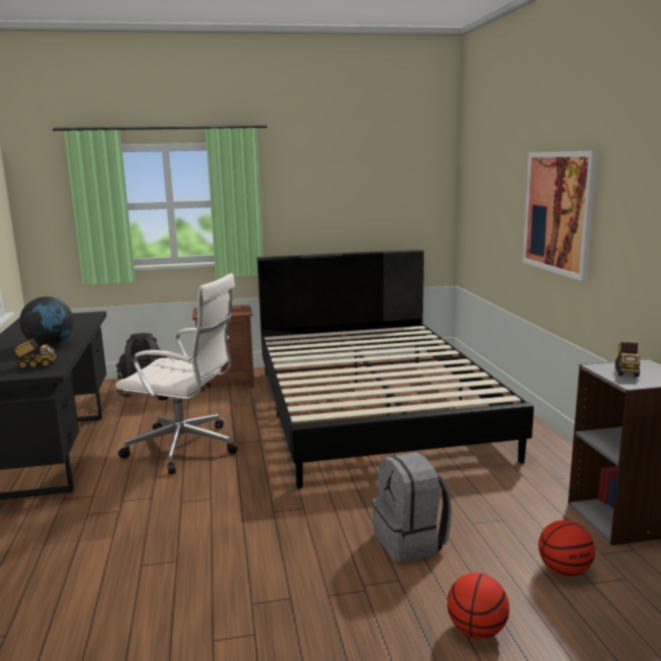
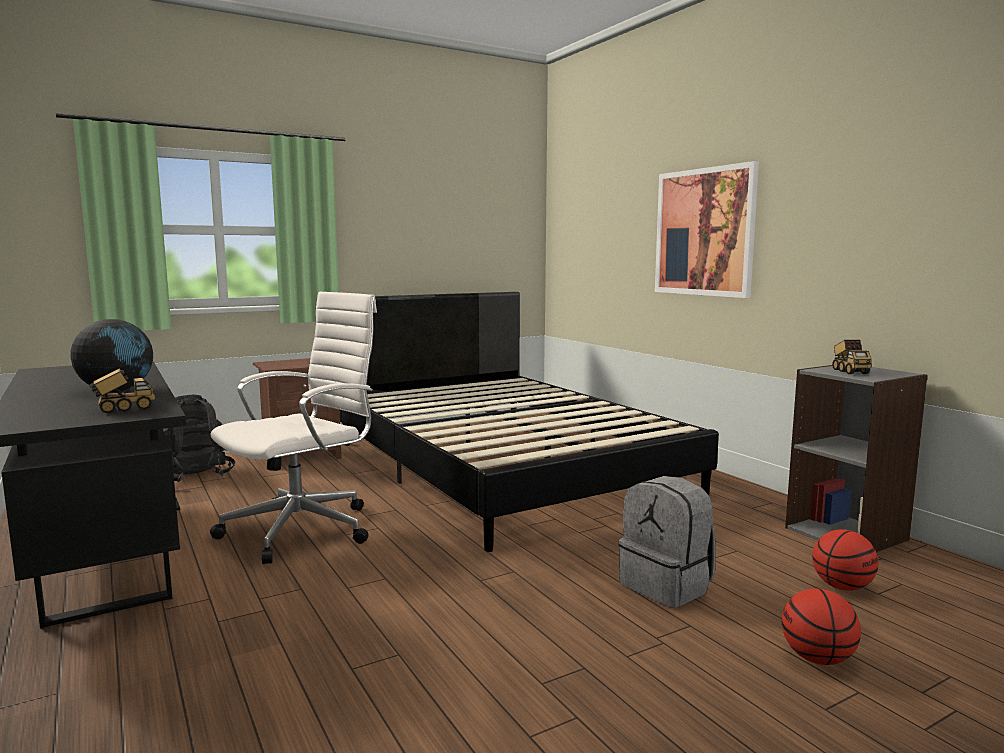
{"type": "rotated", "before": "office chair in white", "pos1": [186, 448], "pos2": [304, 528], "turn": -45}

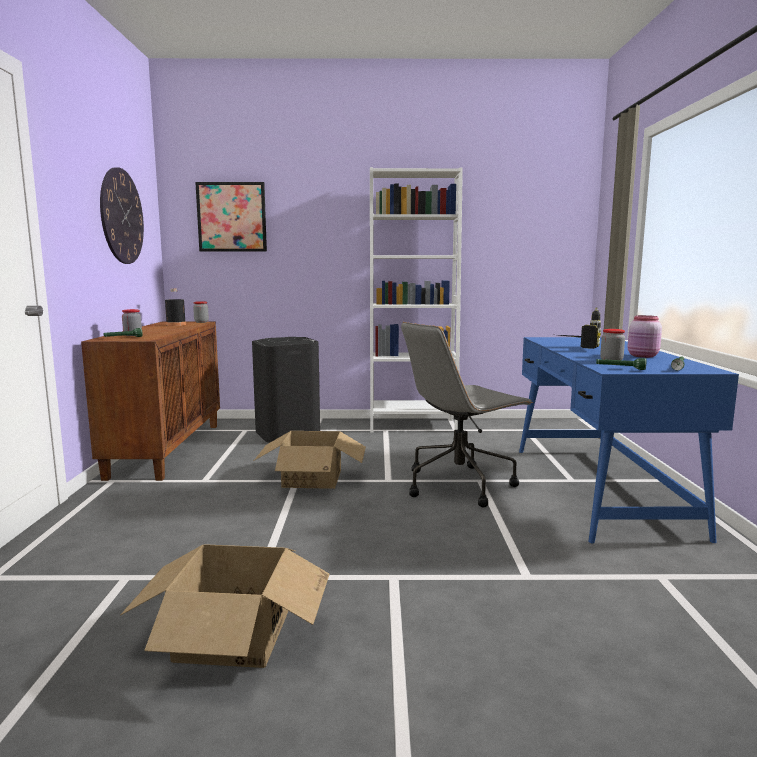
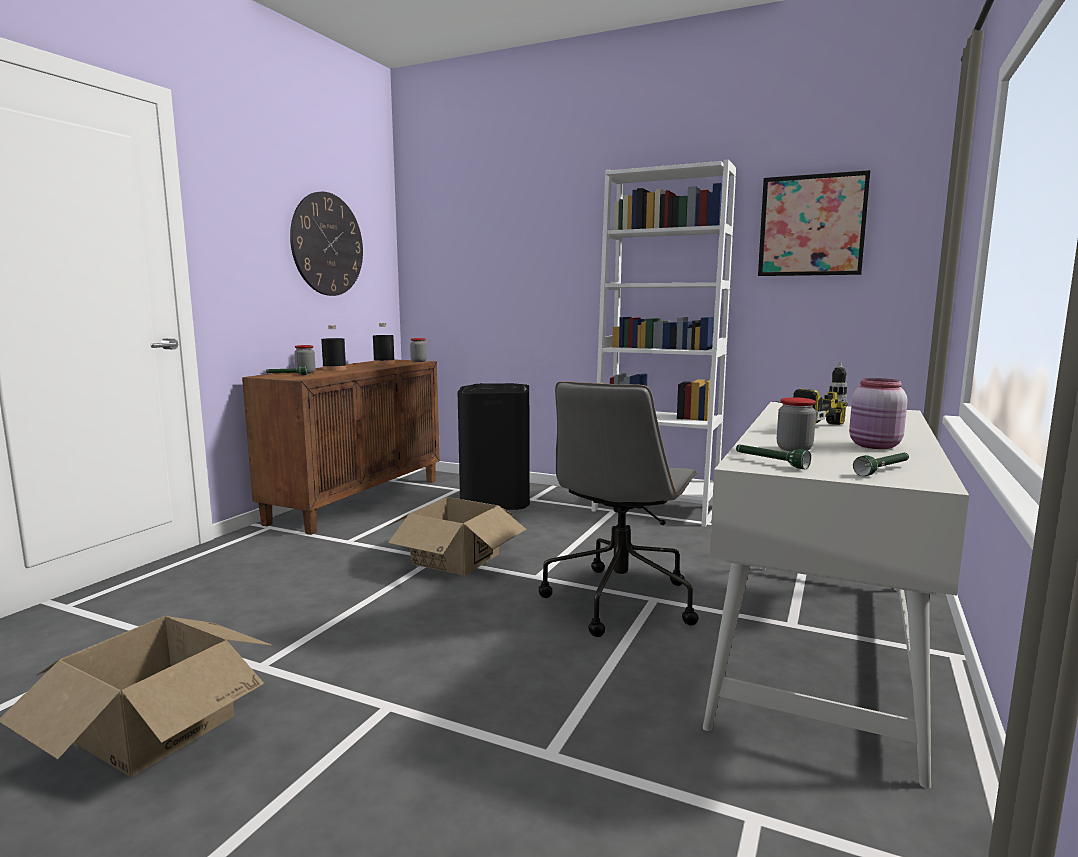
{"type": "shifted", "before": "picture", "pos1": [232, 217], "pos2": [812, 226]}
{"type": "rotated", "before": "office chair in grey", "pos1": [460, 484], "pos2": [620, 599], "turn": -60}
{"type": "repainted", "before": "desk in blue", "after": "desk in white", "pos1": [597, 488], "pos2": [819, 646]}
{"type": "new", "after": "bottle in black", "pos2": [334, 369]}

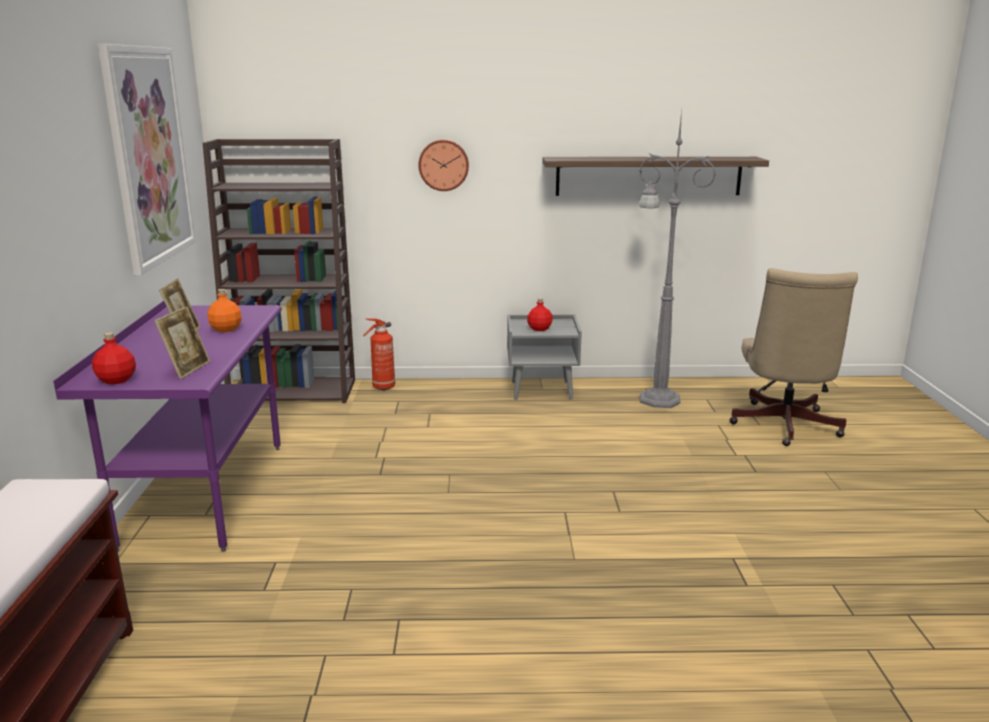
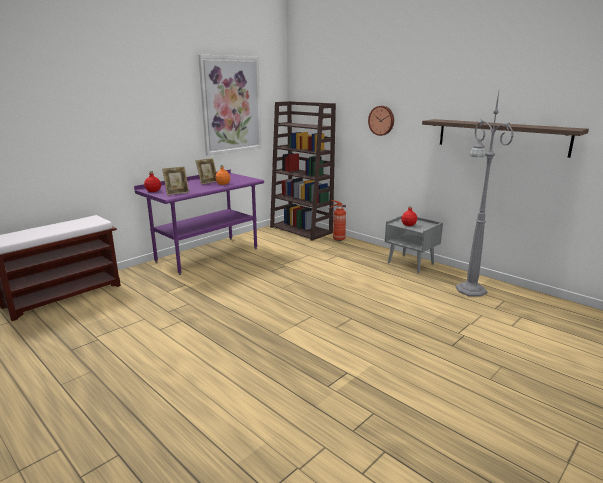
{"type": "gone", "before": "office chair in beige", "pos1": [784, 427]}

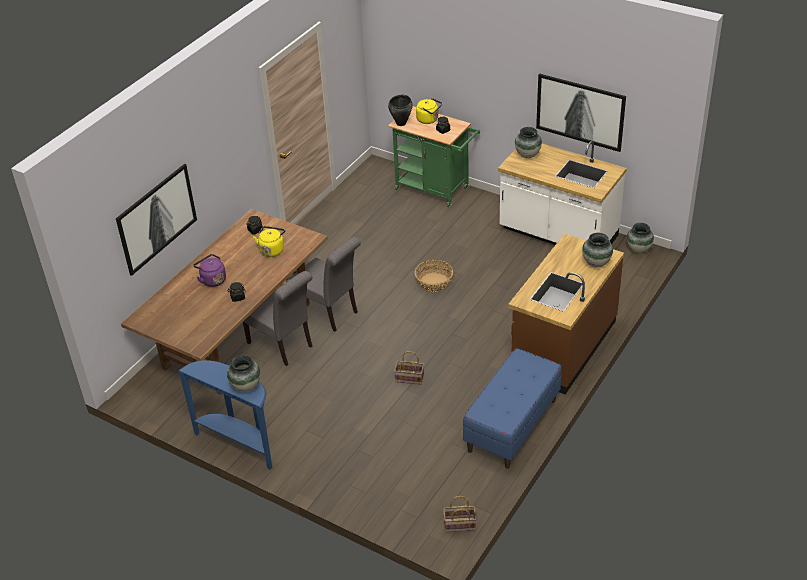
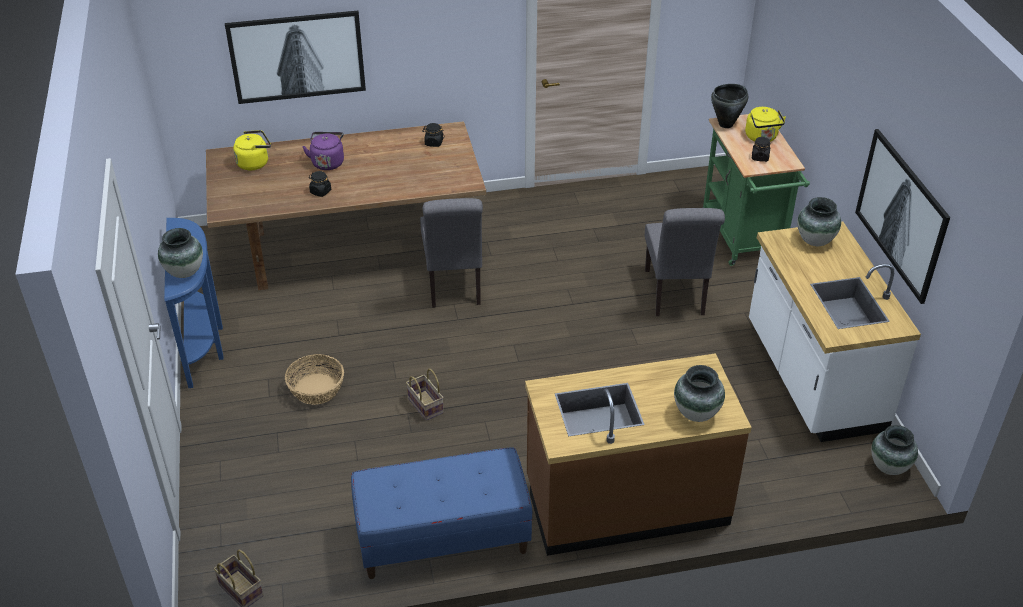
{"type": "shifted", "before": "kettle in yellow", "pos1": [272, 250], "pos2": [255, 163]}
{"type": "shifted", "before": "basket", "pos1": [434, 282], "pos2": [316, 389]}
{"type": "shifted", "before": "chair in grey", "pos1": [283, 346], "pos2": [676, 295]}

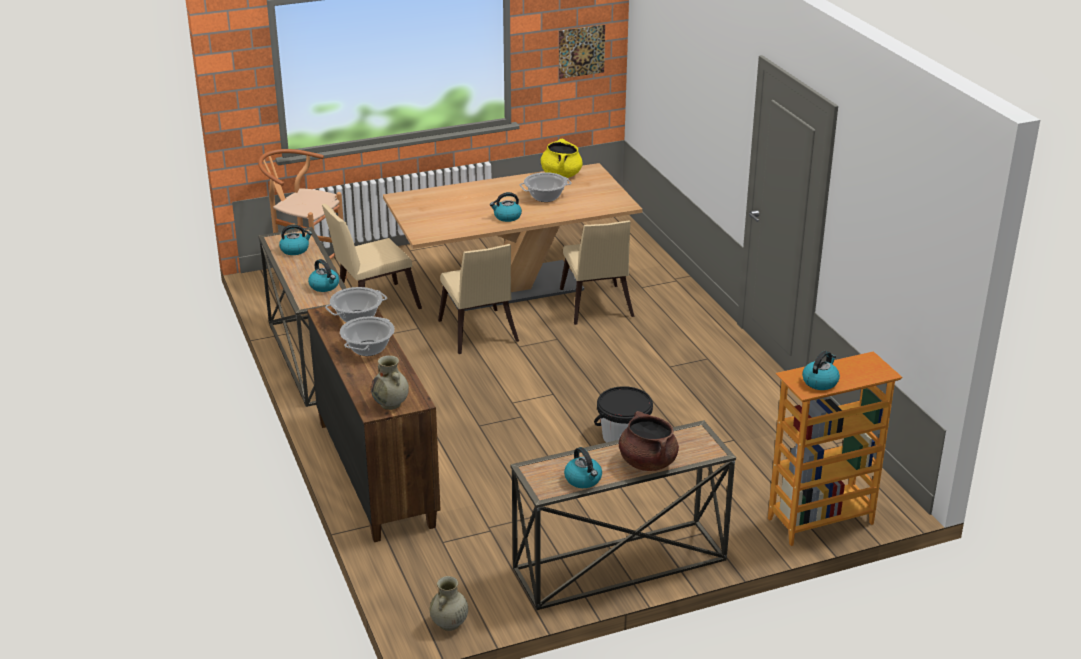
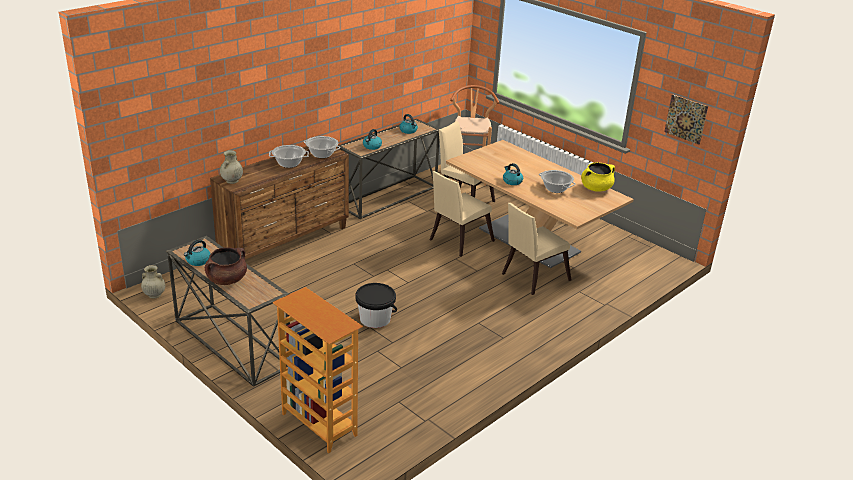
{"type": "gone", "before": "kettle", "pos1": [820, 382]}

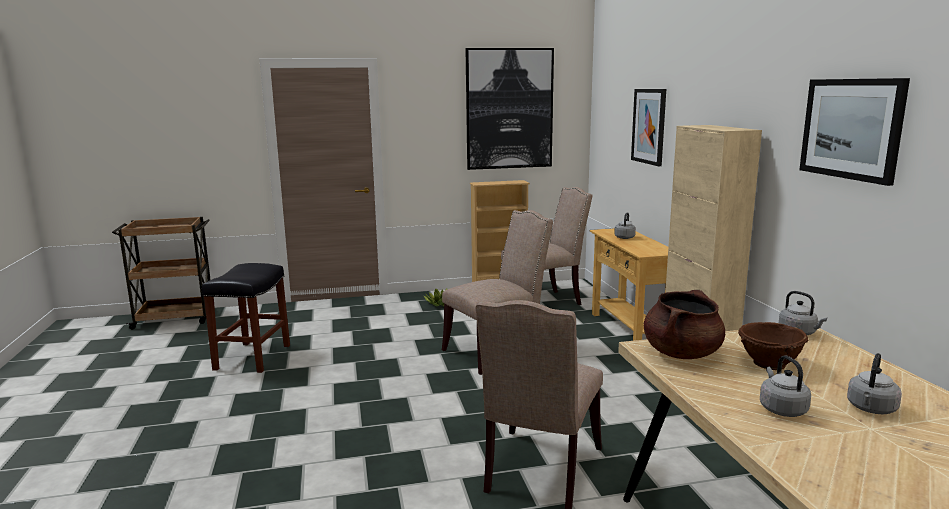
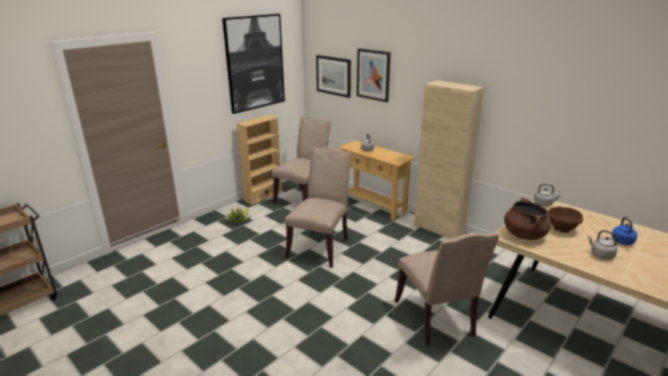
{"type": "shifted", "before": "picture", "pos1": [851, 128], "pos2": [333, 75]}
{"type": "gone", "before": "stool in black", "pos1": [253, 358]}
{"type": "repainted", "before": "kettle in grey", "after": "kettle in blue", "pos1": [871, 409], "pos2": [623, 242]}

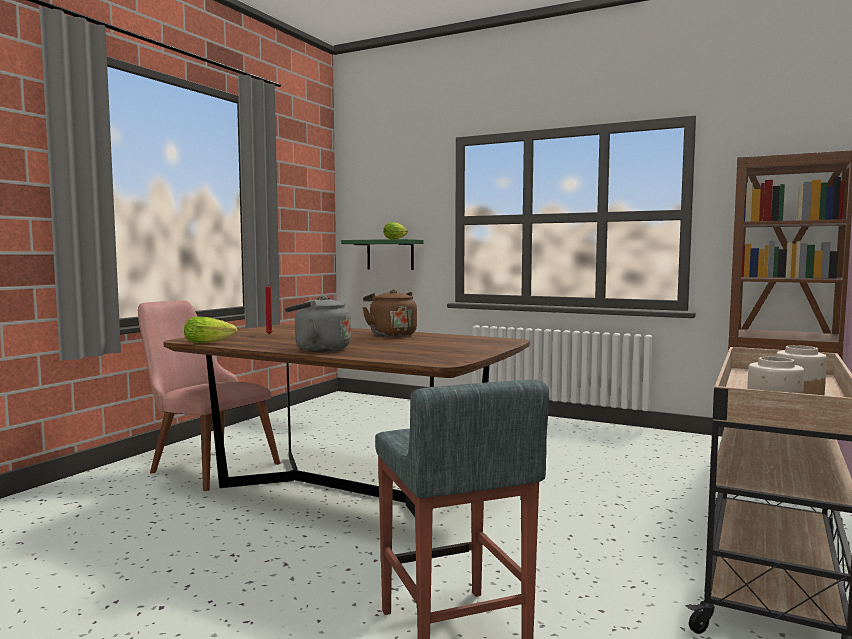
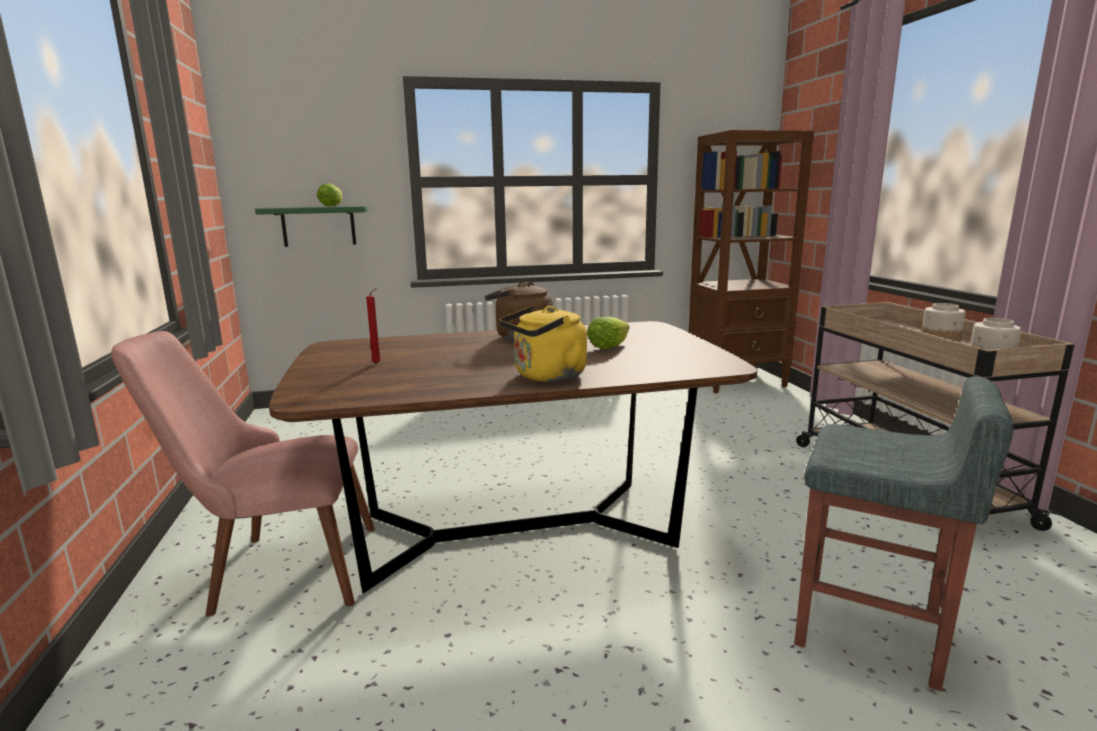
{"type": "repainted", "before": "kettle in grey", "after": "kettle in yellow", "pos1": [318, 349], "pos2": [546, 376]}
{"type": "shifted", "before": "lettuce", "pos1": [211, 342], "pos2": [610, 345]}

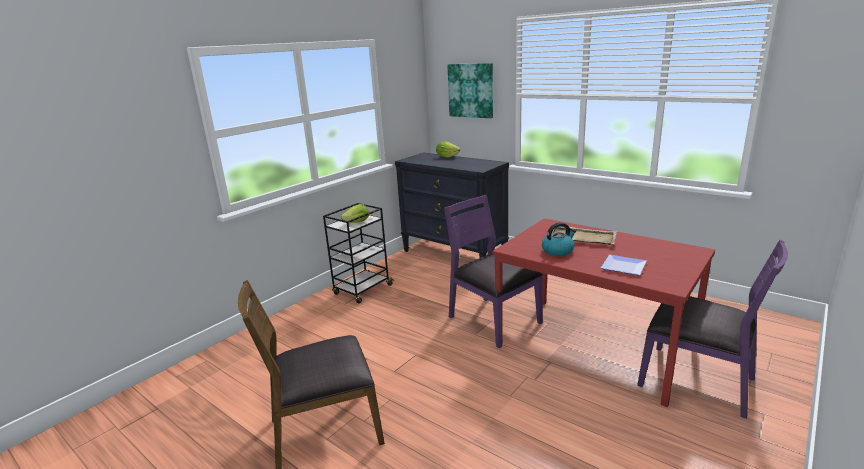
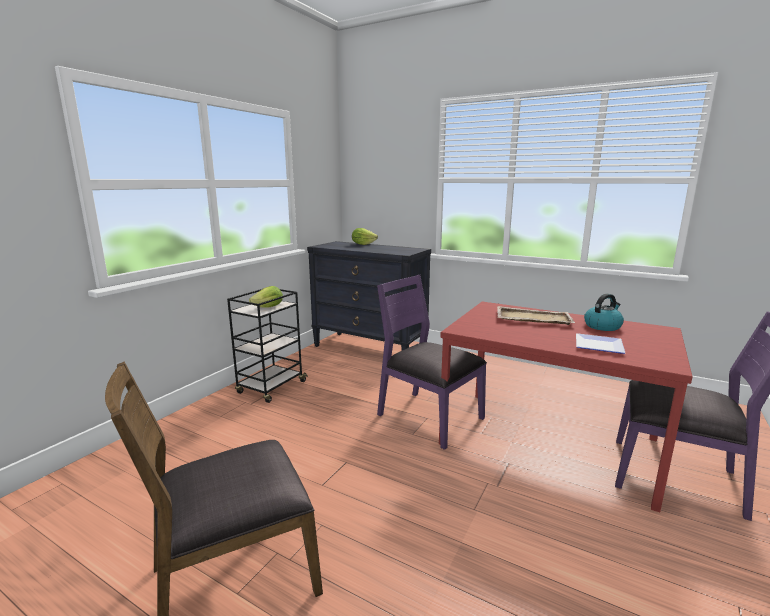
{"type": "gone", "before": "picture", "pos1": [471, 90]}
{"type": "shifted", "before": "kettle", "pos1": [558, 251], "pos2": [602, 326]}

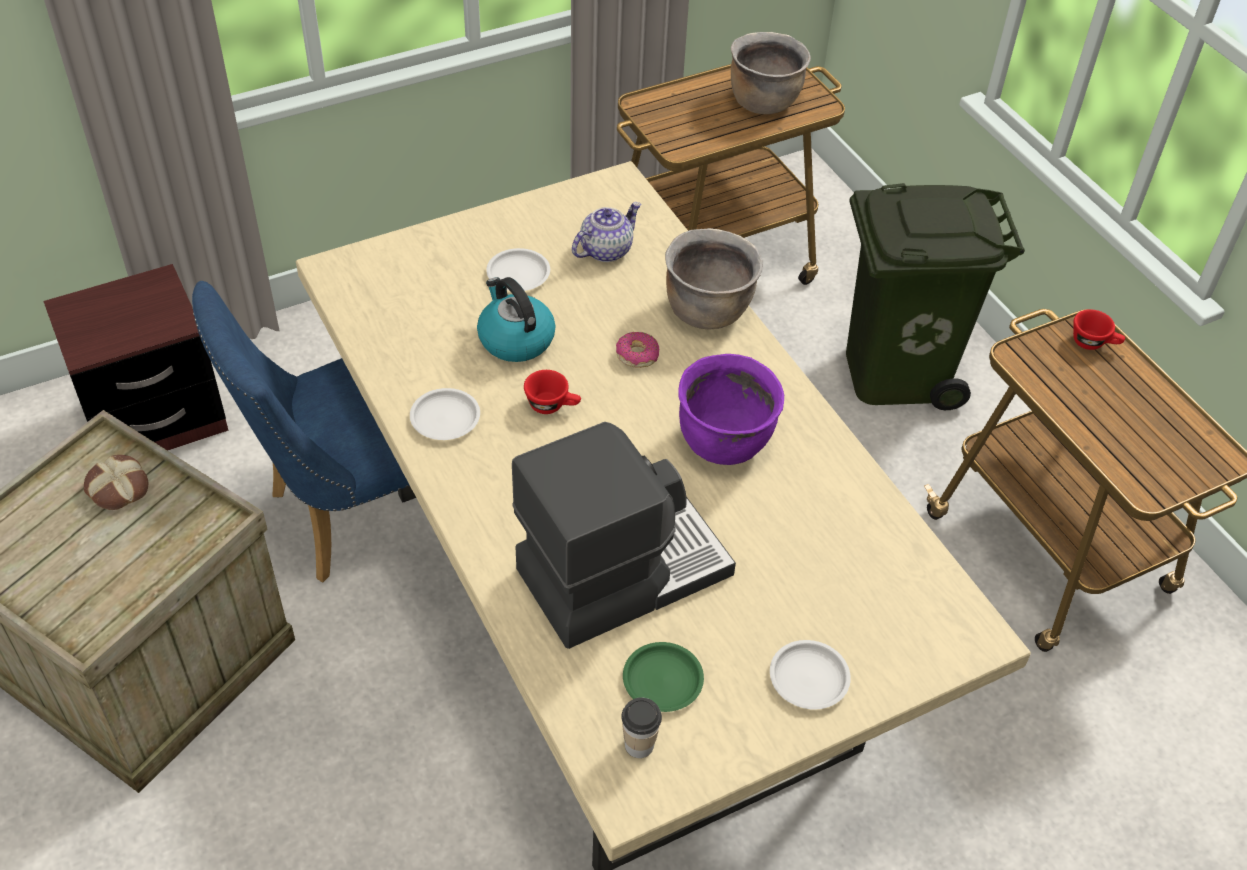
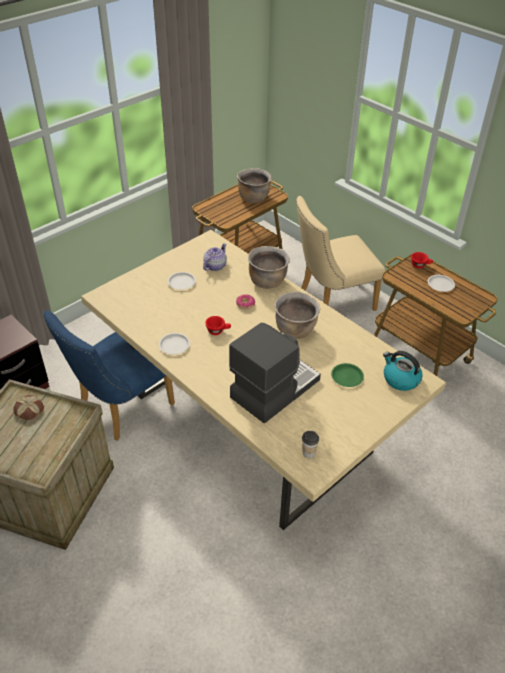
{"type": "swapped", "before": "trash can in green", "after": "chair in beige", "pos1": [896, 371], "pos2": [331, 301]}
{"type": "shifted", "before": "kettle", "pos1": [515, 339], "pos2": [400, 379]}
{"type": "repainted", "before": "cooking pot in purple", "after": "cooking pot in brown", "pos1": [725, 443], "pos2": [295, 330]}
{"type": "shifted", "before": "plate in white", "pos1": [808, 678], "pos2": [440, 285]}
{"type": "shifted", "before": "plate in green", "pos1": [662, 681], "pos2": [347, 377]}

